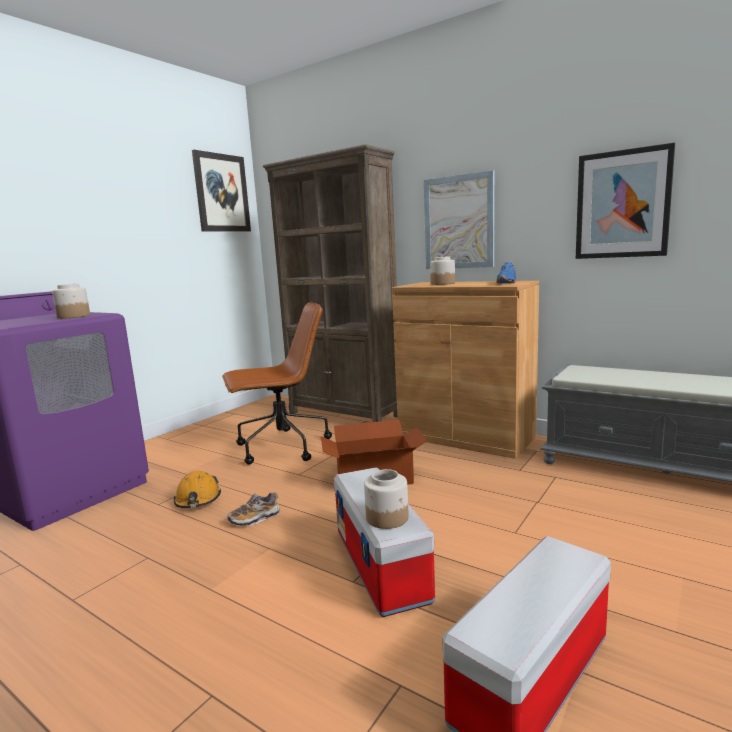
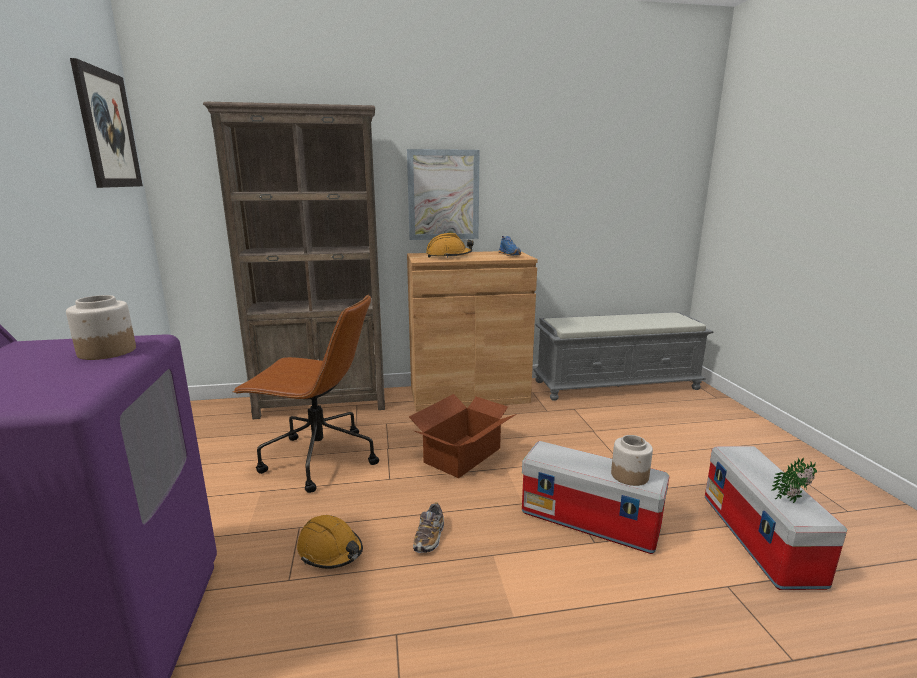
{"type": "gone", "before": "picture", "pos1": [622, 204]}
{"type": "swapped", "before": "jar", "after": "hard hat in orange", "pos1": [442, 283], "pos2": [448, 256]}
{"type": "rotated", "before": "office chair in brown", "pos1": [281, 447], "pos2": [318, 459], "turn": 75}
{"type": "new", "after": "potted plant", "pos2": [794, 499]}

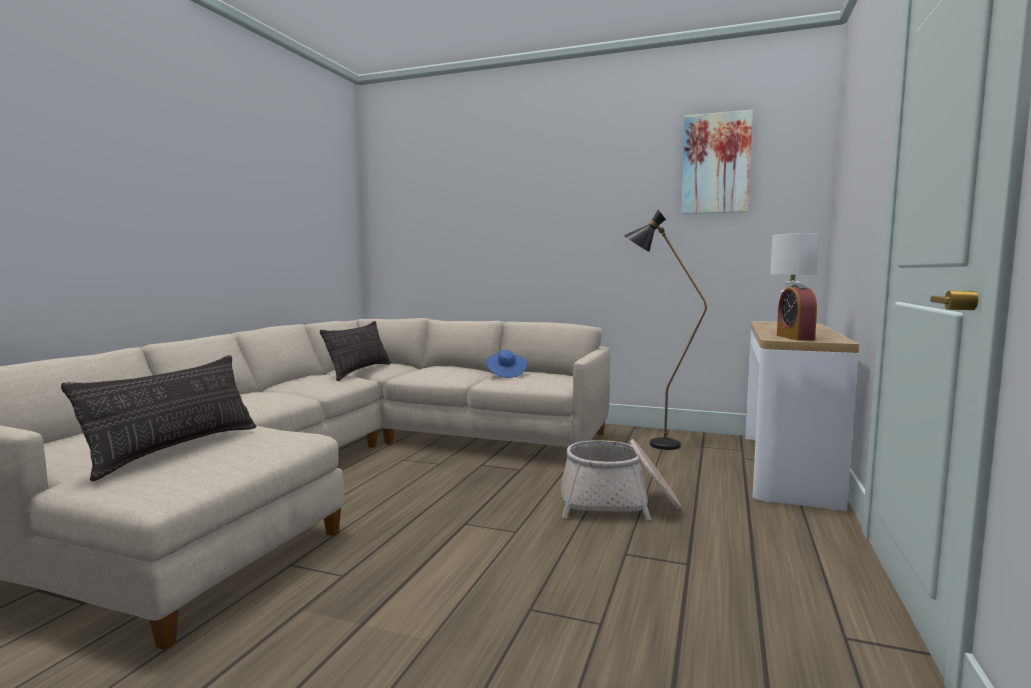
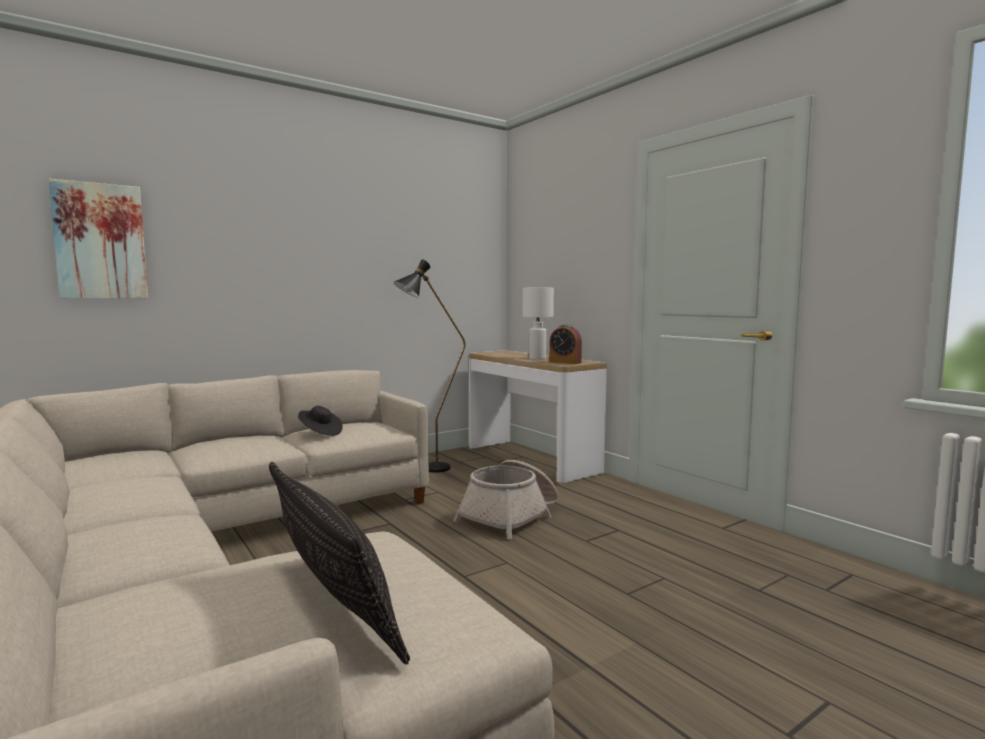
{"type": "shifted", "before": "picture", "pos1": [716, 164], "pos2": [100, 241]}
{"type": "gone", "before": "pillow", "pos1": [359, 371]}
{"type": "repainted", "before": "hat in blue", "after": "hat in black", "pos1": [506, 374], "pos2": [320, 433]}

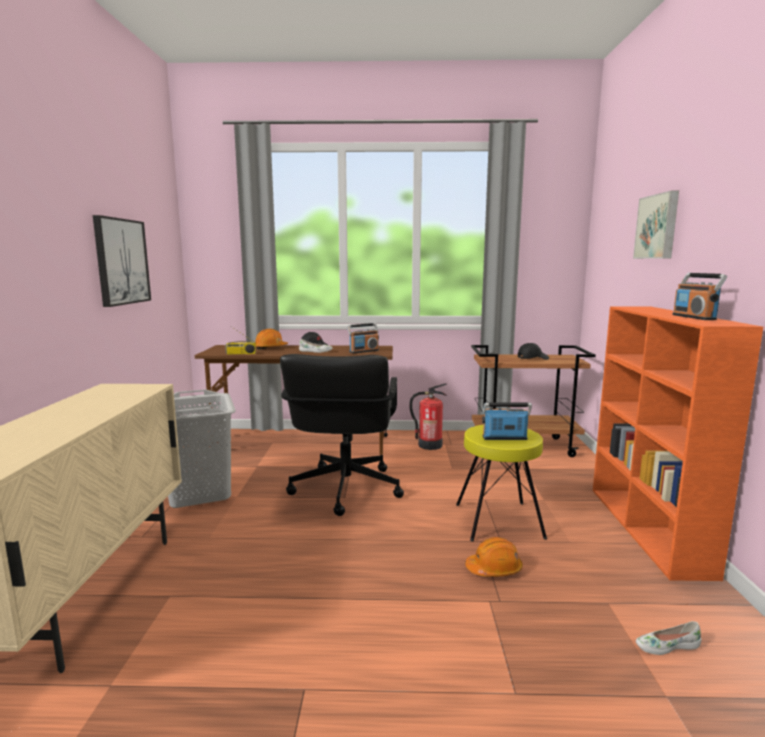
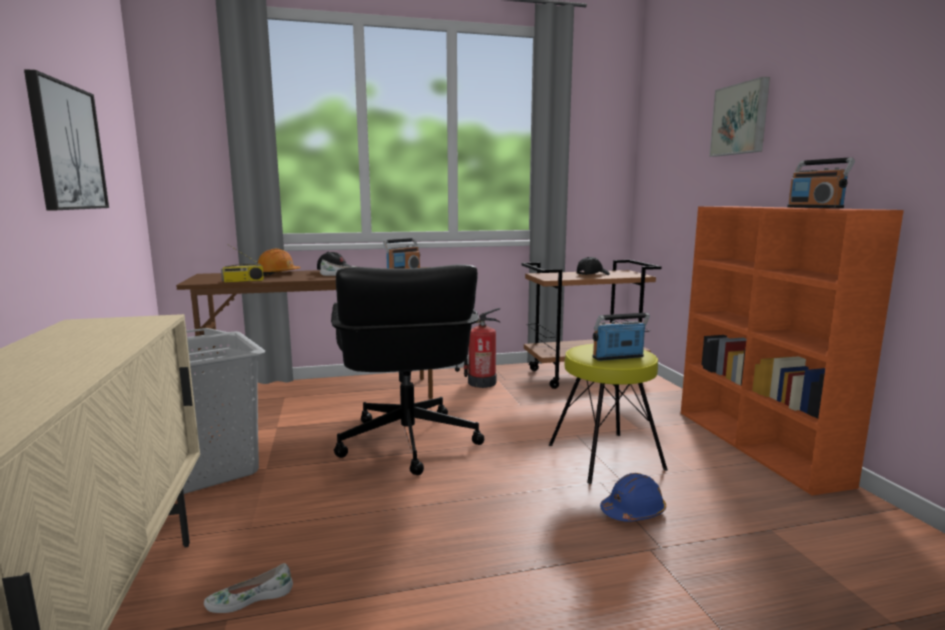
{"type": "repainted", "before": "hard hat in orange", "after": "hard hat in blue", "pos1": [494, 569], "pos2": [633, 511]}
{"type": "shifted", "before": "shoe in white", "pos1": [666, 645], "pos2": [250, 598]}

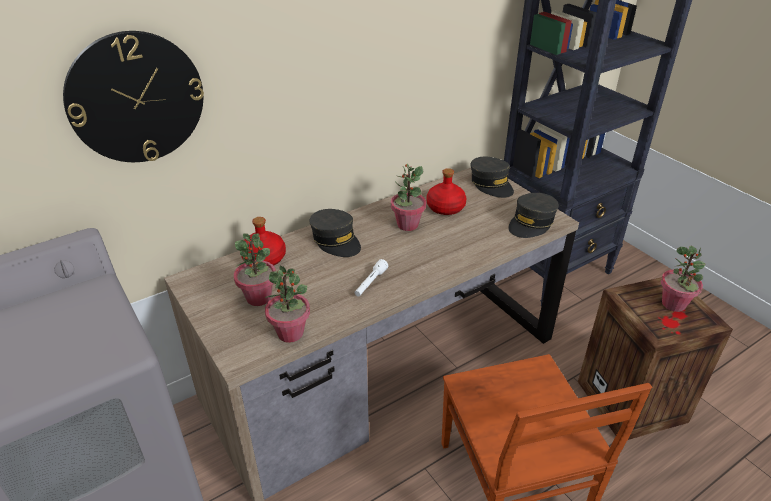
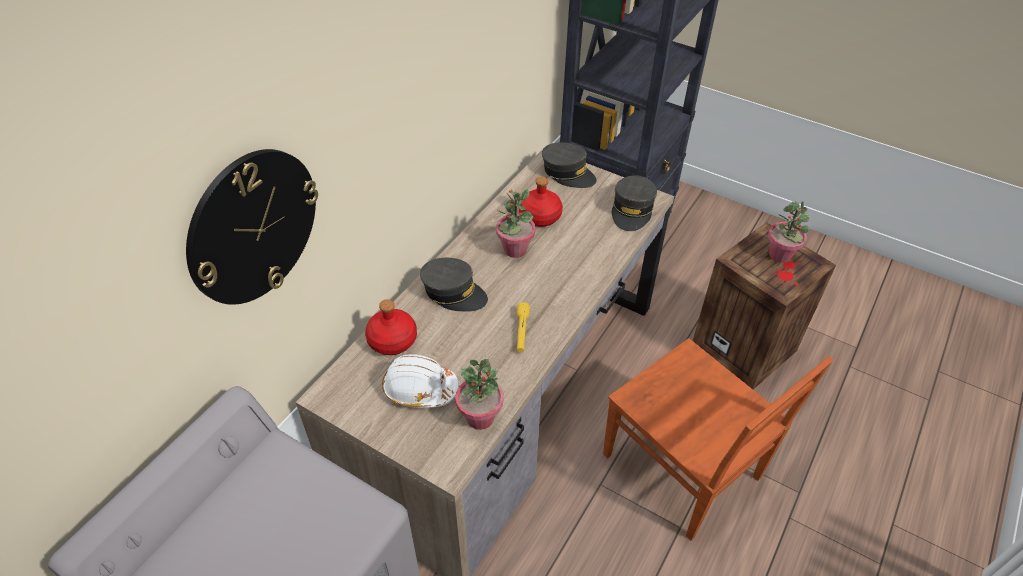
{"type": "swapped", "before": "potted plant", "after": "hard hat in white", "pos1": [259, 297], "pos2": [419, 389]}
{"type": "repainted", "before": "flashlight in white", "after": "flashlight in yellow", "pos1": [370, 283], "pos2": [521, 332]}

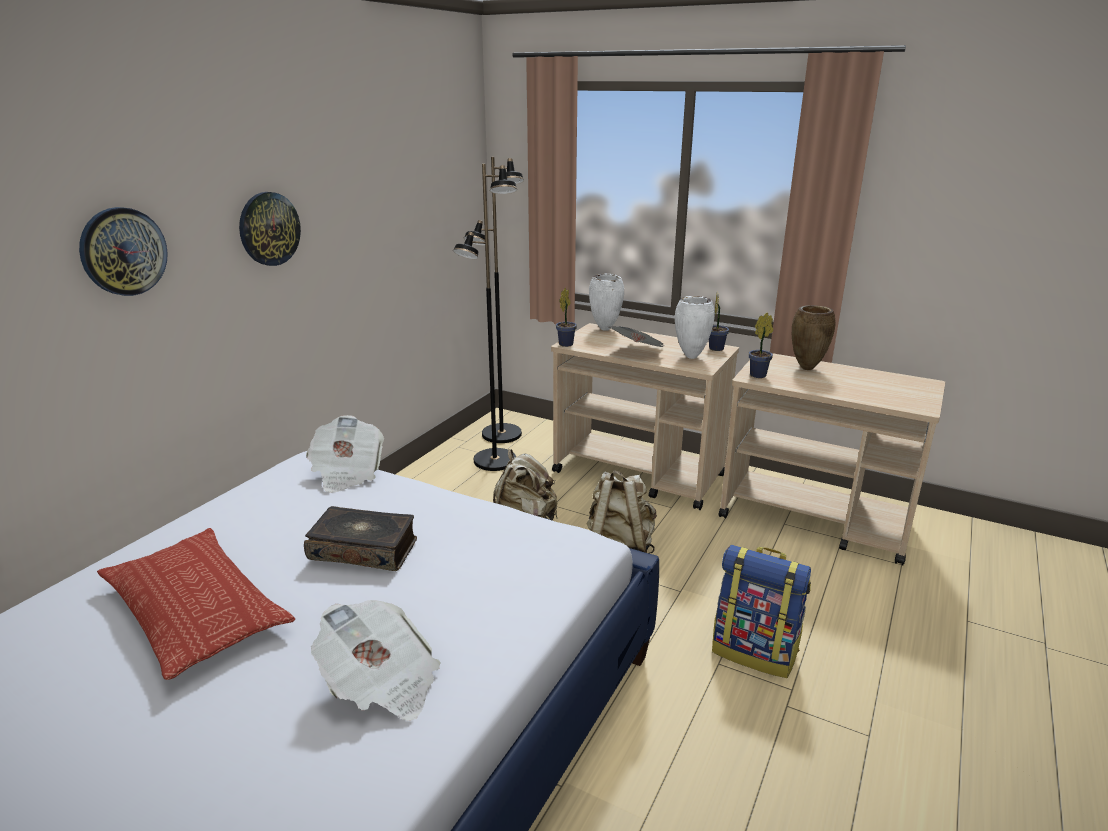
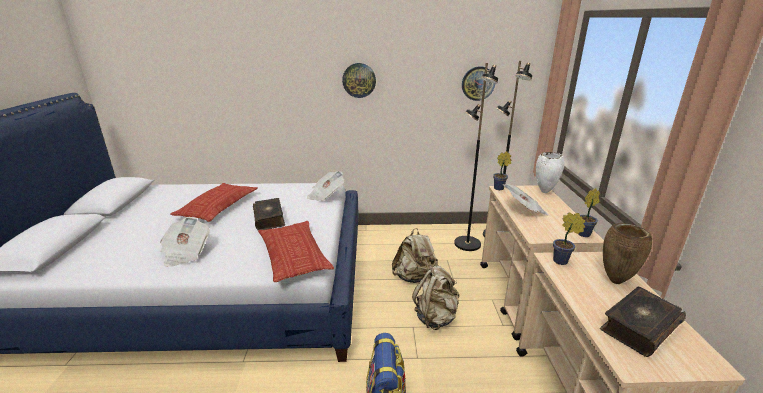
{"type": "shifted", "before": "wall clock", "pos1": [123, 251], "pos2": [478, 83]}
{"type": "gone", "before": "vase in white", "pos1": [690, 357]}
{"type": "new", "after": "pillow", "pos2": [294, 255]}
{"type": "new", "after": "book", "pos2": [638, 327]}

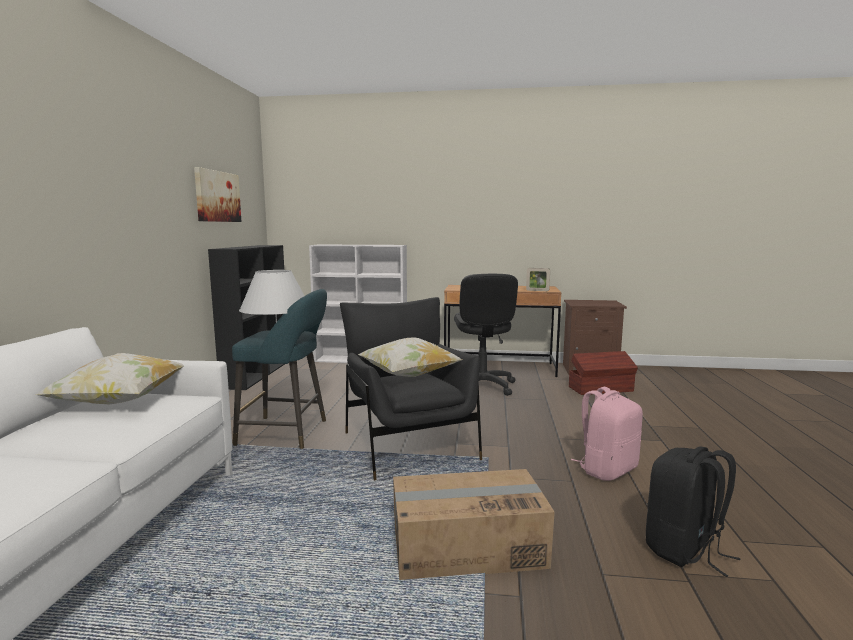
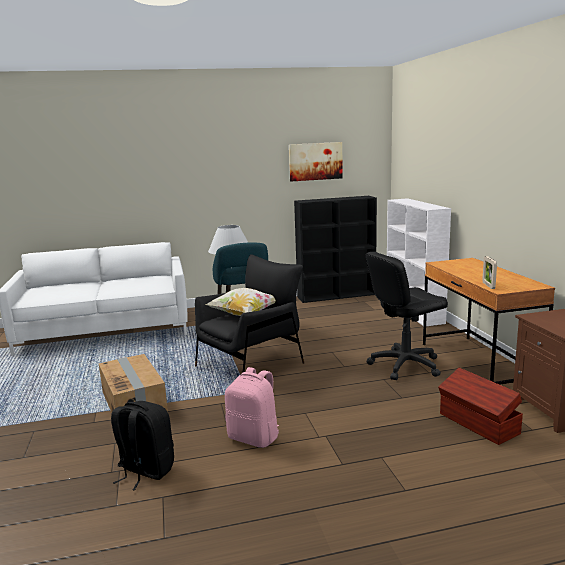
{"type": "gone", "before": "pillow", "pos1": [119, 402]}

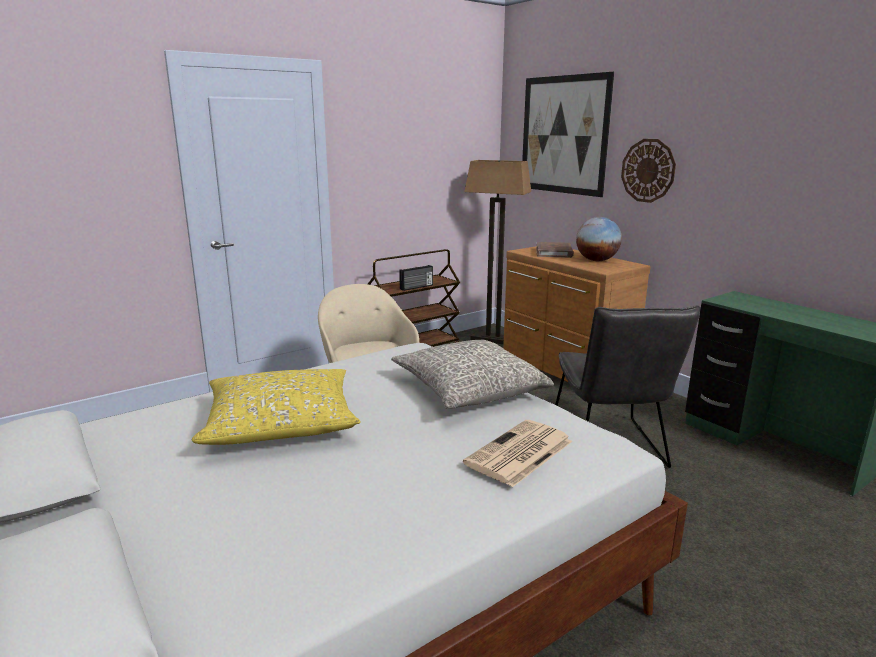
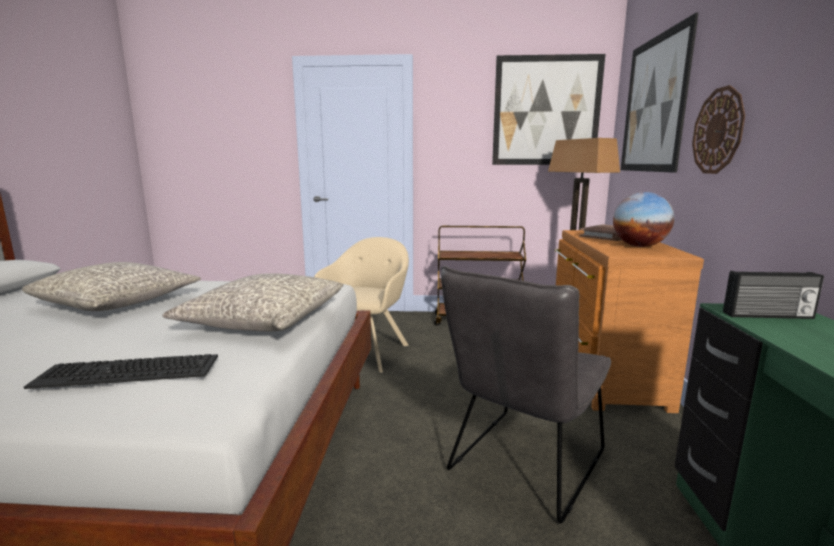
{"type": "shifted", "before": "radio", "pos1": [416, 287], "pos2": [768, 316]}
{"type": "repainted", "before": "pillow in yellow", "after": "pillow in grey", "pos1": [281, 423], "pos2": [118, 303]}
{"type": "swapped", "before": "newspaper", "after": "keyboard", "pos1": [519, 453], "pos2": [125, 372]}
{"type": "new", "after": "picture", "pos2": [546, 111]}

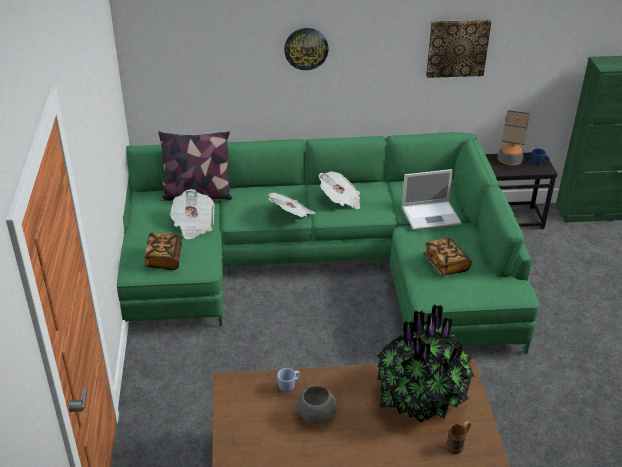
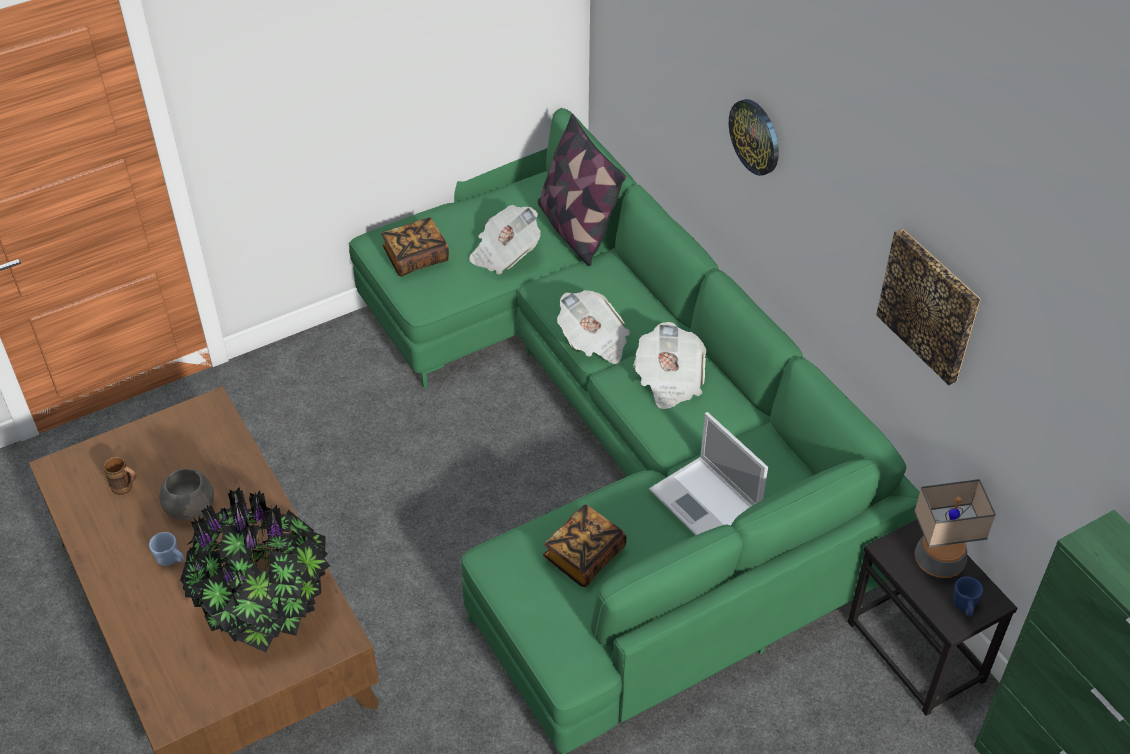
{"type": "shifted", "before": "mug in blue", "pos1": [289, 386], "pos2": [171, 560]}
{"type": "shifted", "before": "mug in brown", "pos1": [458, 445], "pos2": [126, 488]}

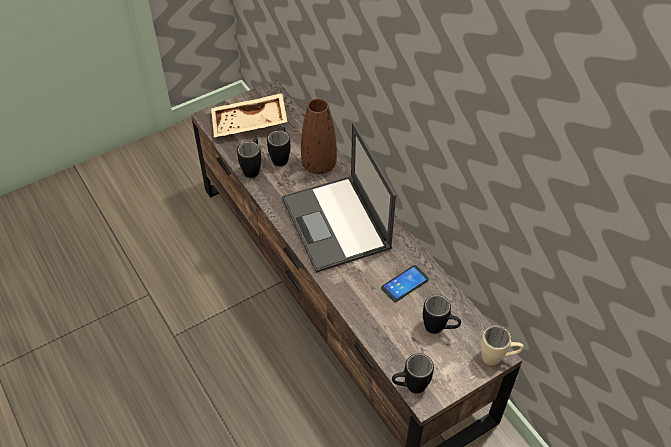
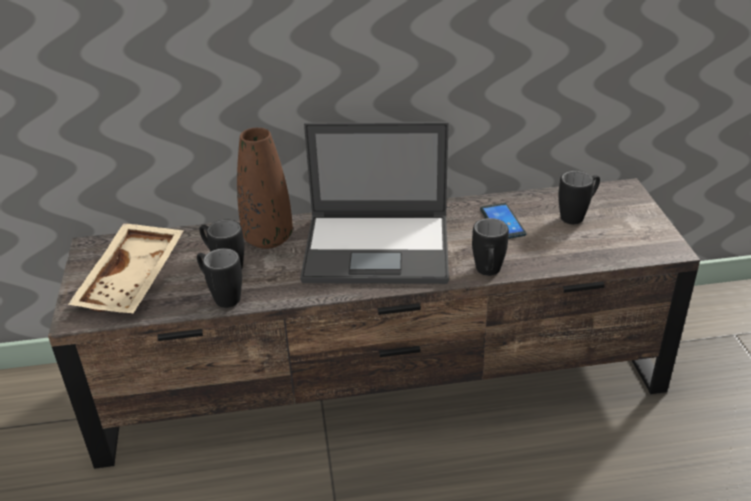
{"type": "gone", "before": "mug in beige", "pos1": [498, 358]}
{"type": "shifted", "before": "mug in black", "pos1": [410, 386], "pos2": [488, 273]}

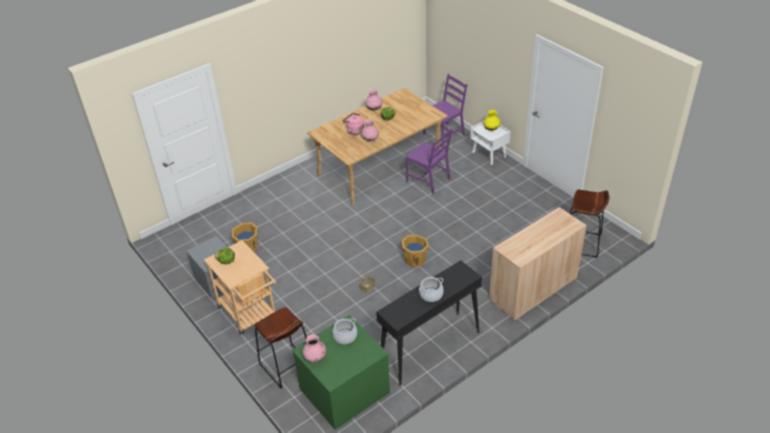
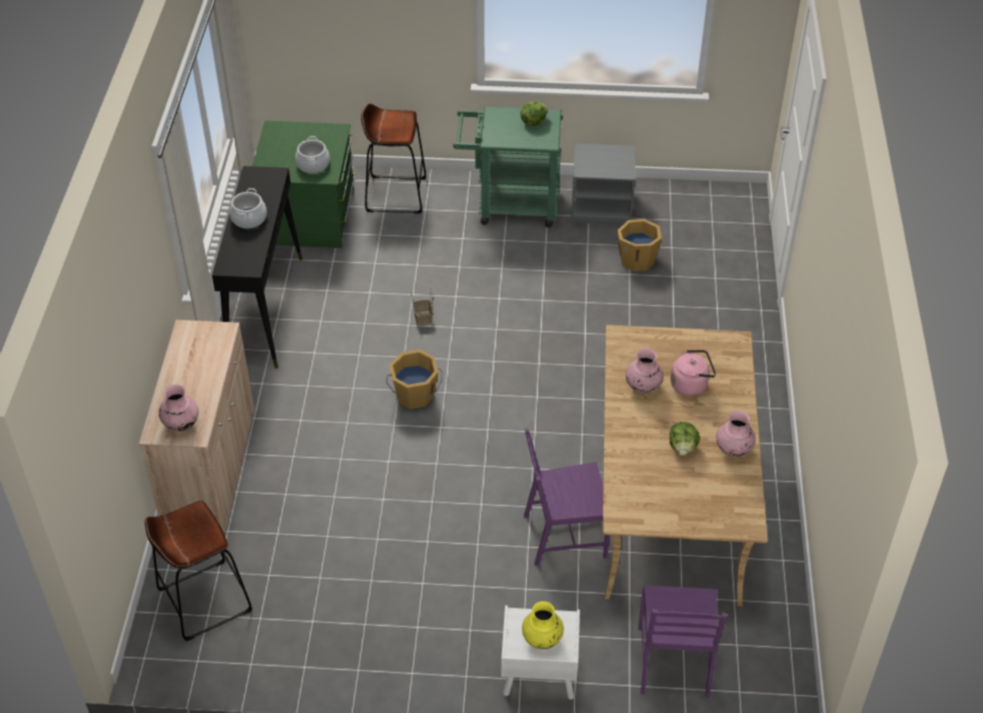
{"type": "repainted", "before": "cart in beige", "after": "cart in green", "pos1": [250, 314], "pos2": [509, 206]}
{"type": "shifted", "before": "vase in pink", "pos1": [315, 358], "pos2": [181, 424]}

